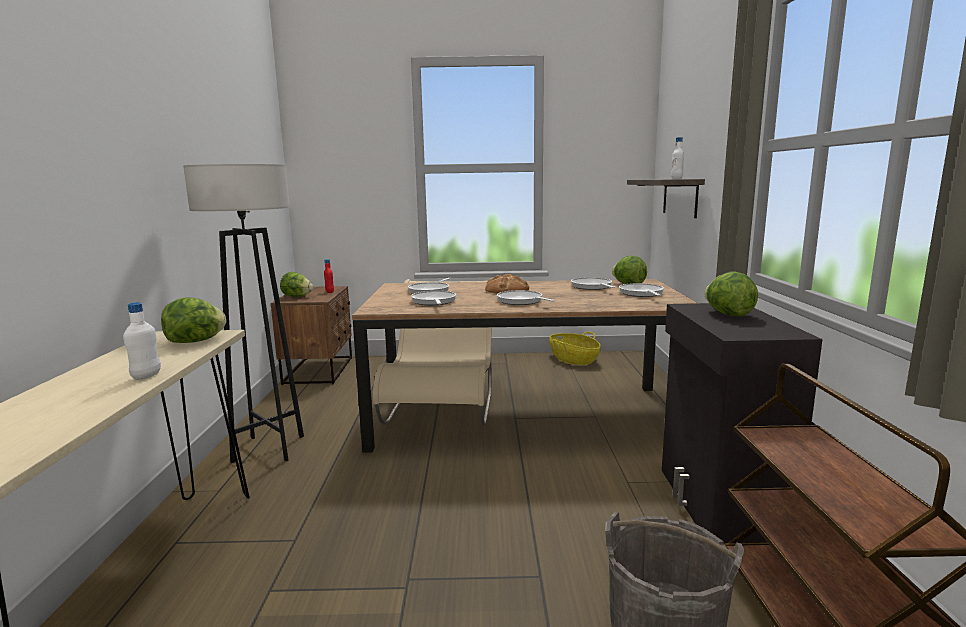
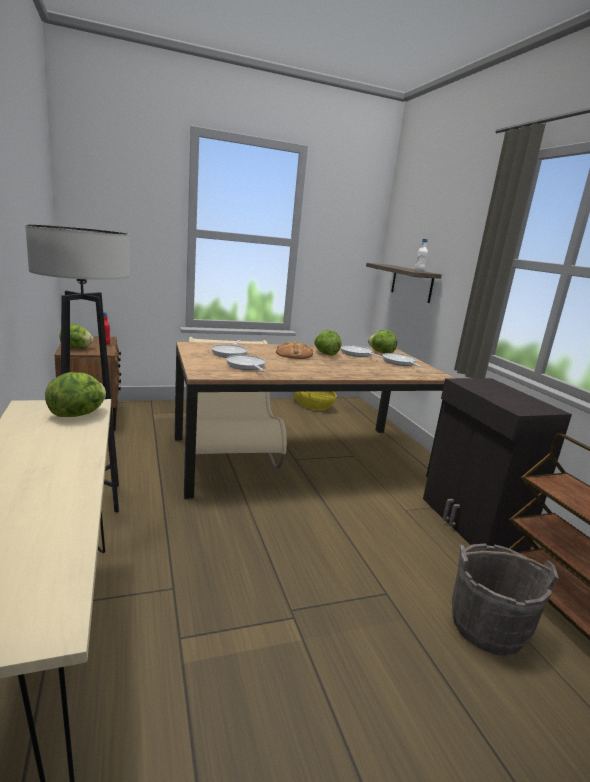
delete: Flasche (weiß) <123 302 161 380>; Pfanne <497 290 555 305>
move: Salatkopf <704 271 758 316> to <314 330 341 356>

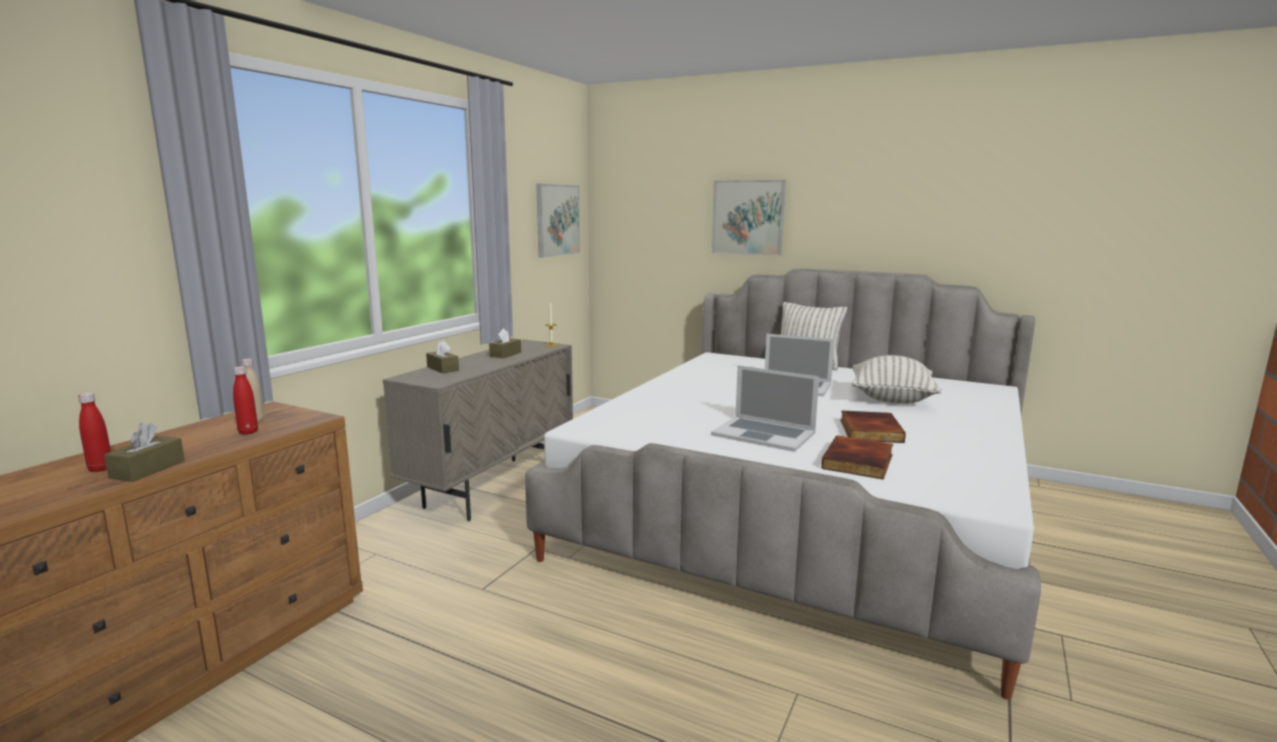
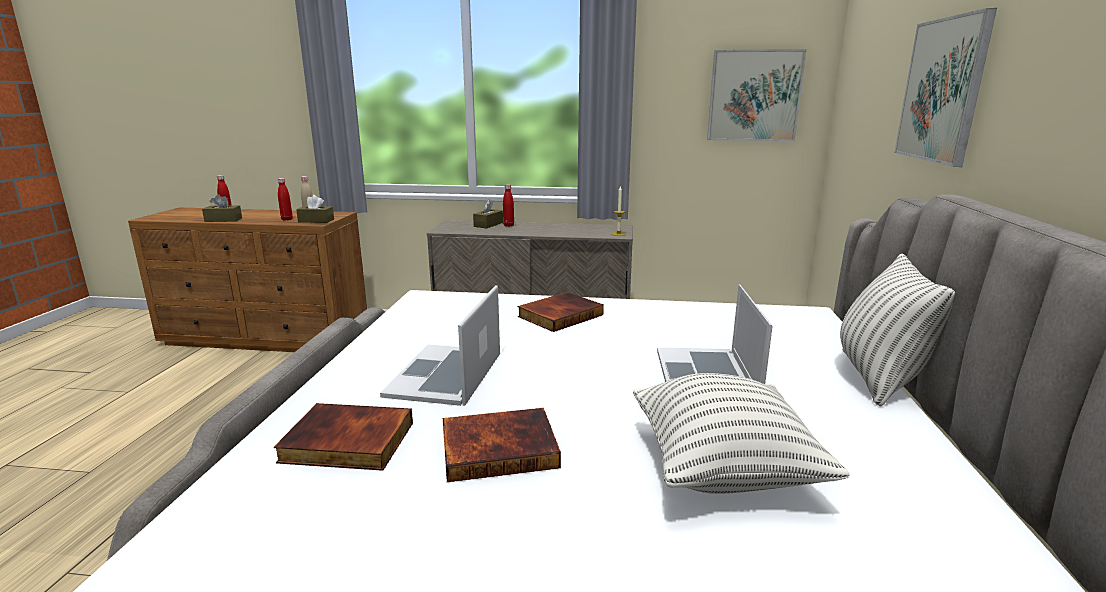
insert: Flasche (rot) <503 184 514 227>; Buch <518 292 604 332>
move: Taschentuchbox (braun) <489 328 521 358> to <296 195 334 223>

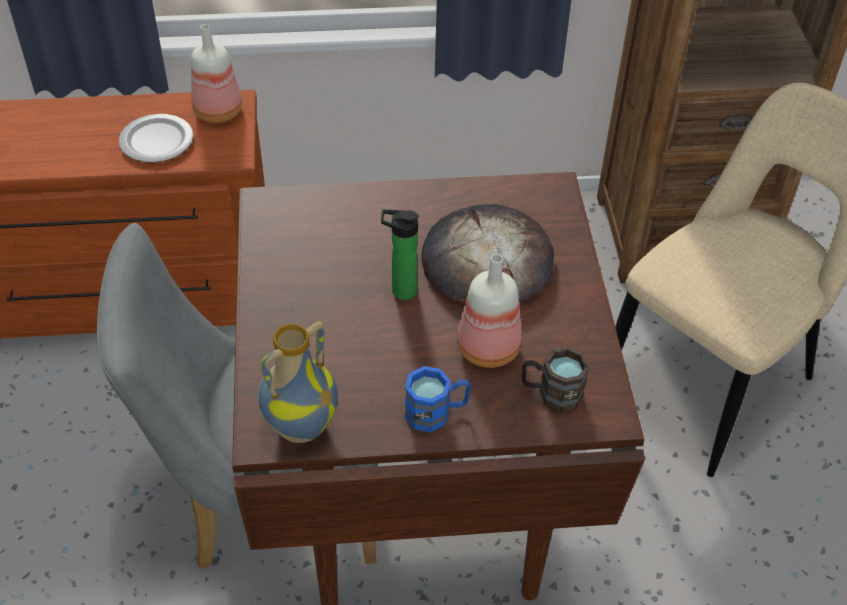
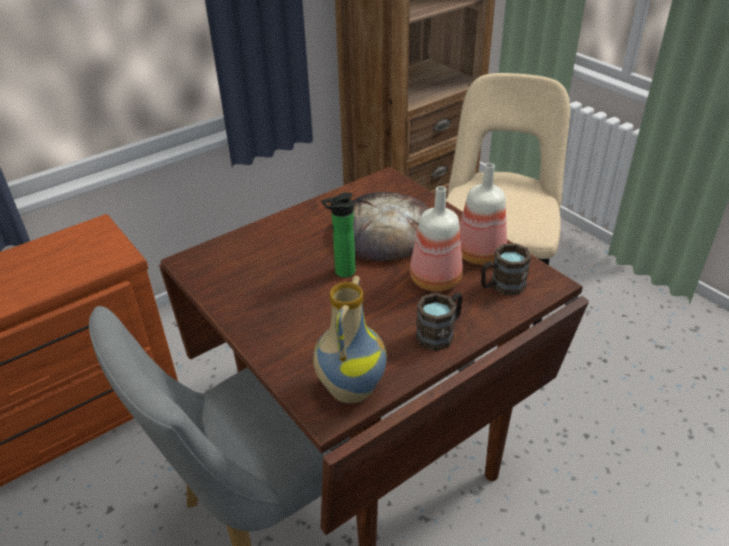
delete: Teller <119 114 193 163>
move: Flasche <191 24 242 123> to <460 163 507 265>
recolor: Henkelbecher (blau) <405 366 471 433> to Henkelbecher (braun) <416 293 463 351>

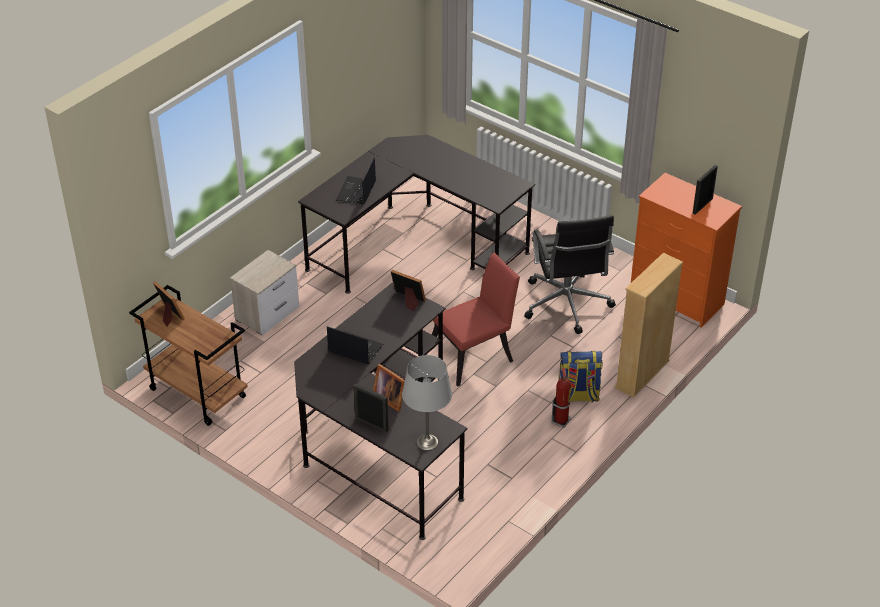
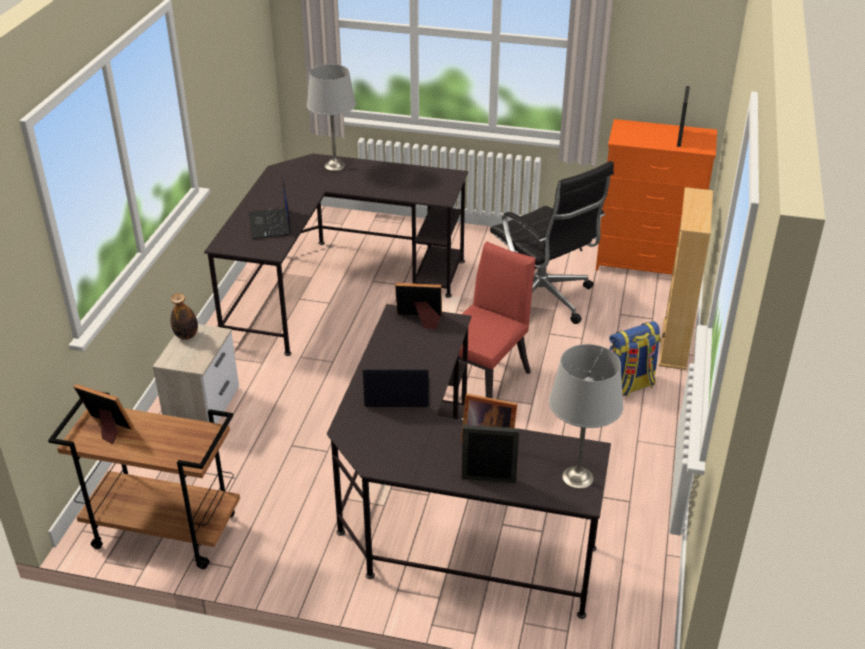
delete: Feuerlöscher <551 368 571 428>
insert: Flasche <171 293 198 340>; Tischlampe (grau) <307 64 356 171>

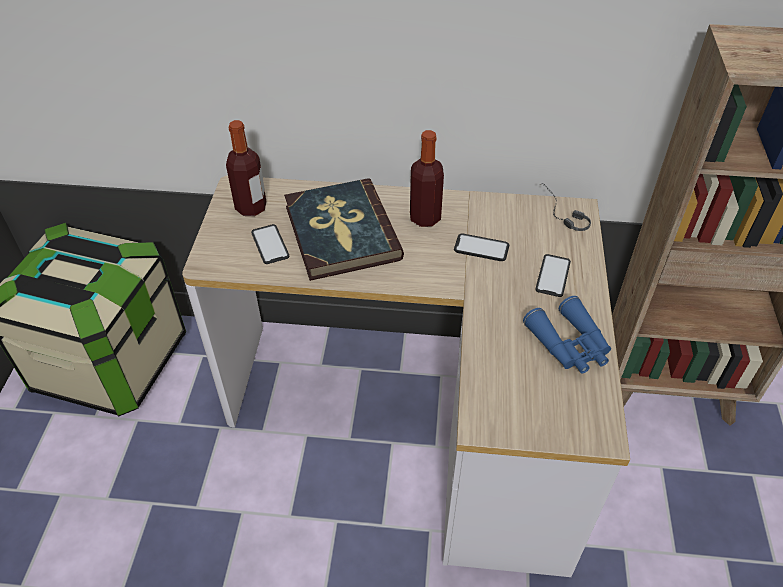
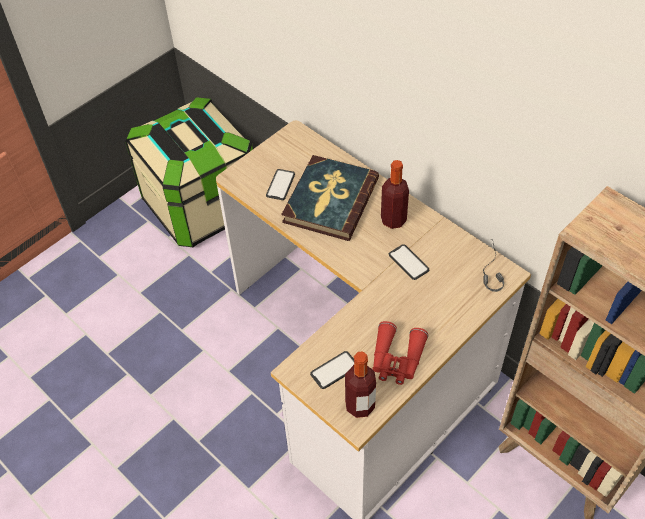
move: Flasche <226 120 266 216> to <345 351 376 418>; Handy <535 254 571 297> to <310 351 354 389>
recolor: Fernglas (blau) <523 296 611 374> to Fernglas (rot) <372 321 428 385>

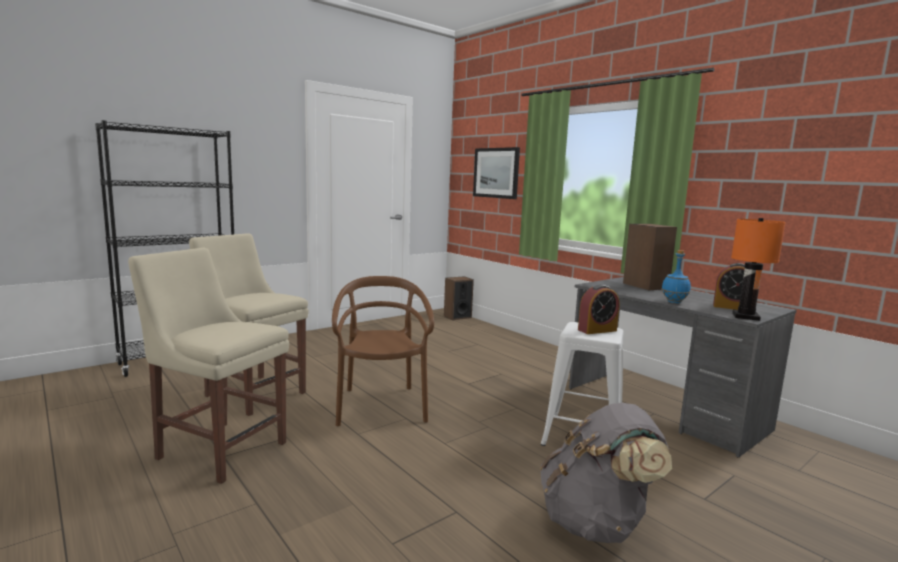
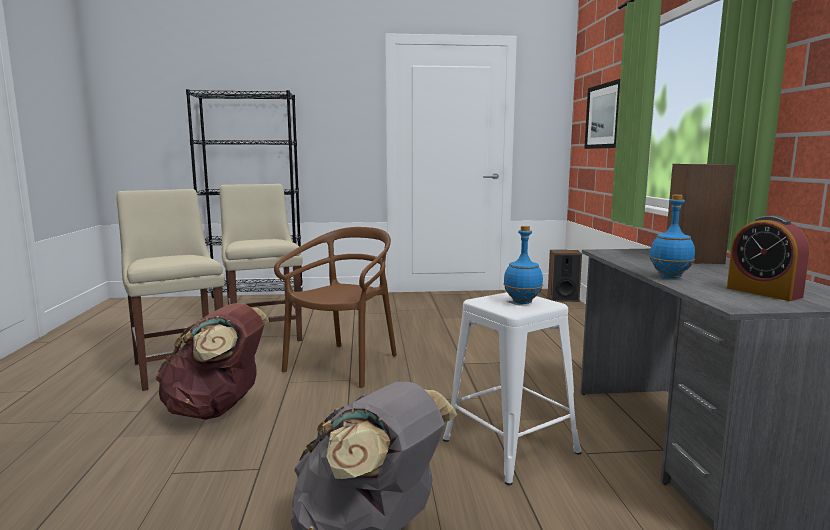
delete: Tischlampe (orange) <731 218 786 321>
insert: Rucksack (braun) <156 303 269 420>
replace: Wecker <578 284 619 334> to Flasche (blau) <503 226 543 304>

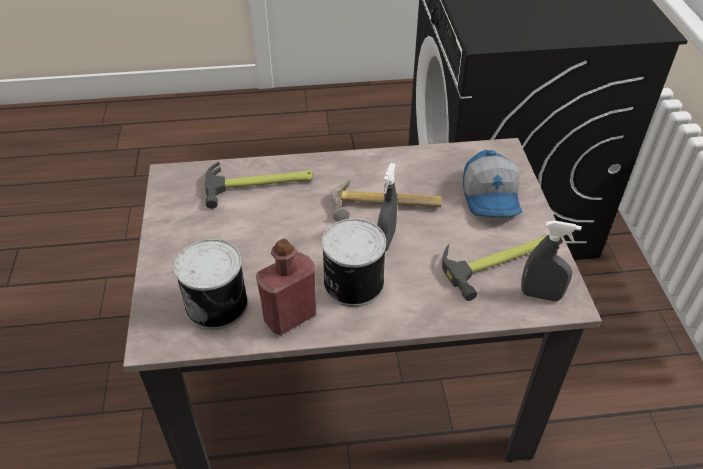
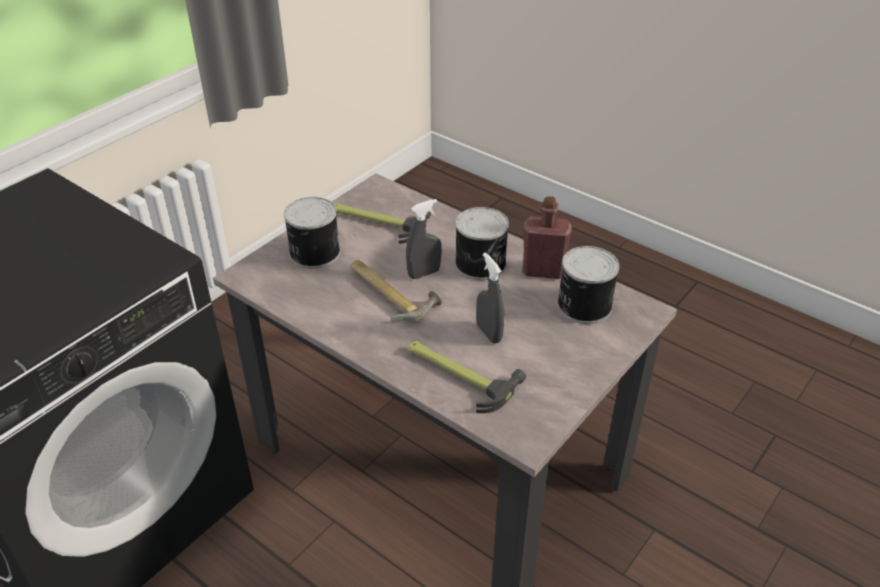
move: Sprühflasche (grau) <521 220 582 301> to <476 253 504 344>
replace: Kappe <463 150 522 218> to Dose <284 197 340 269>

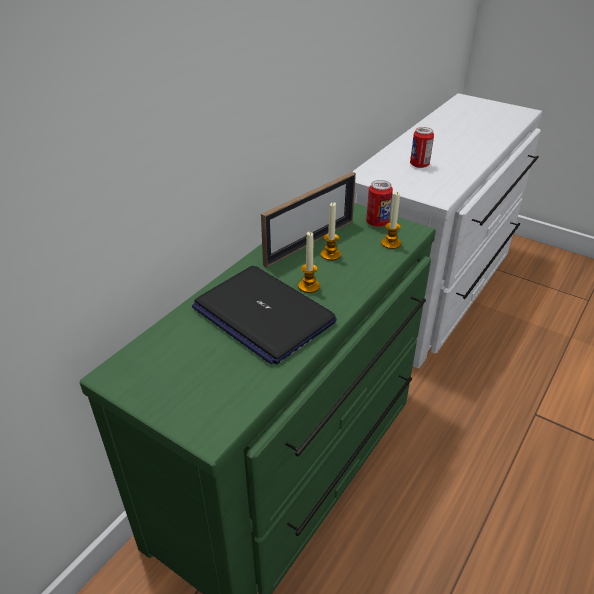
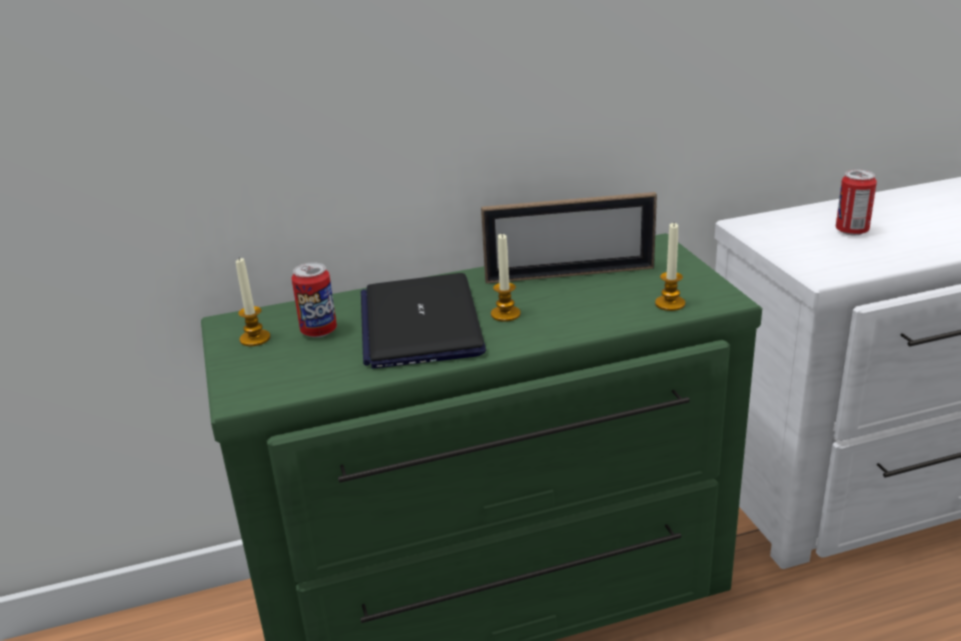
move: Kerze <321 202 341 261> to <236 257 270 346>; Dose <366 180 393 227> to <291 262 337 338>

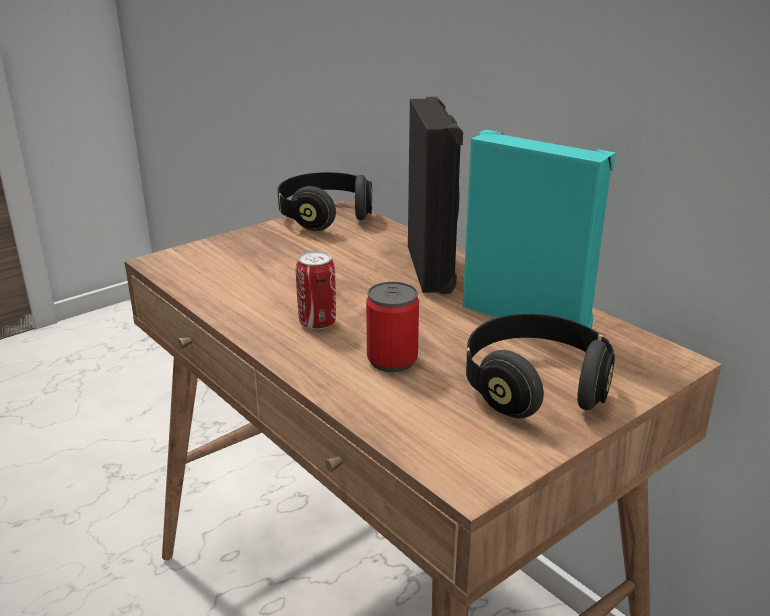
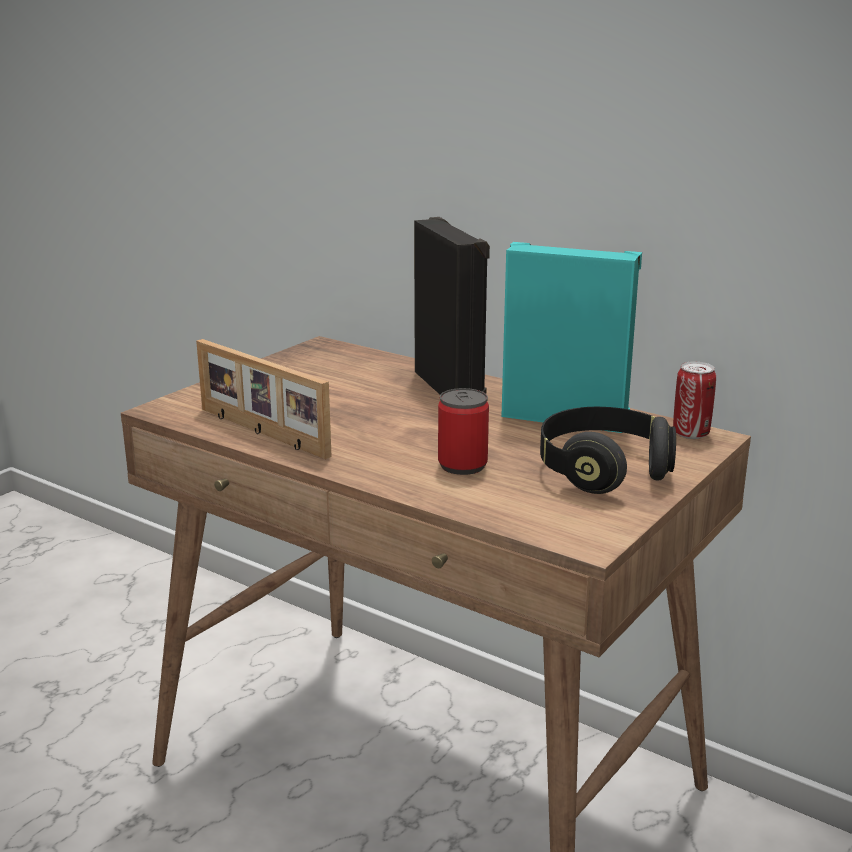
delete: Kopfhörer (schwarz) <278 172 372 231>
insert: Bilderrahmen <196 339 332 459>
move: Dose <296 251 336 330> to <673 362 716 439>

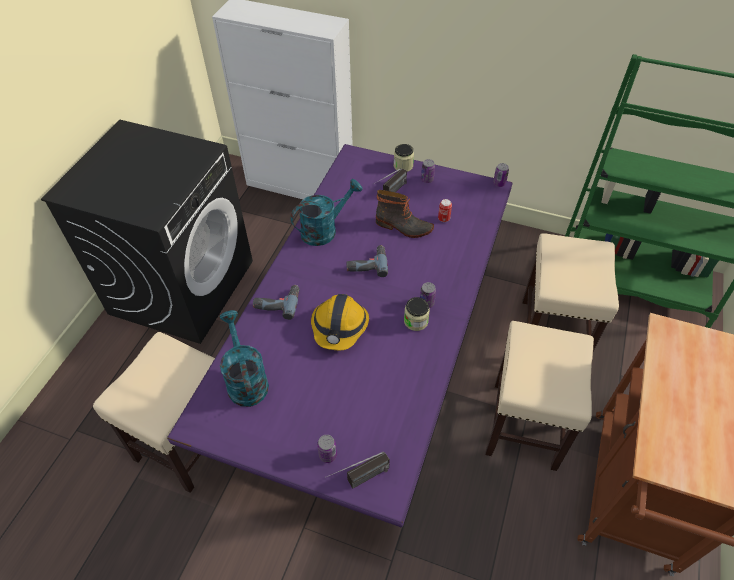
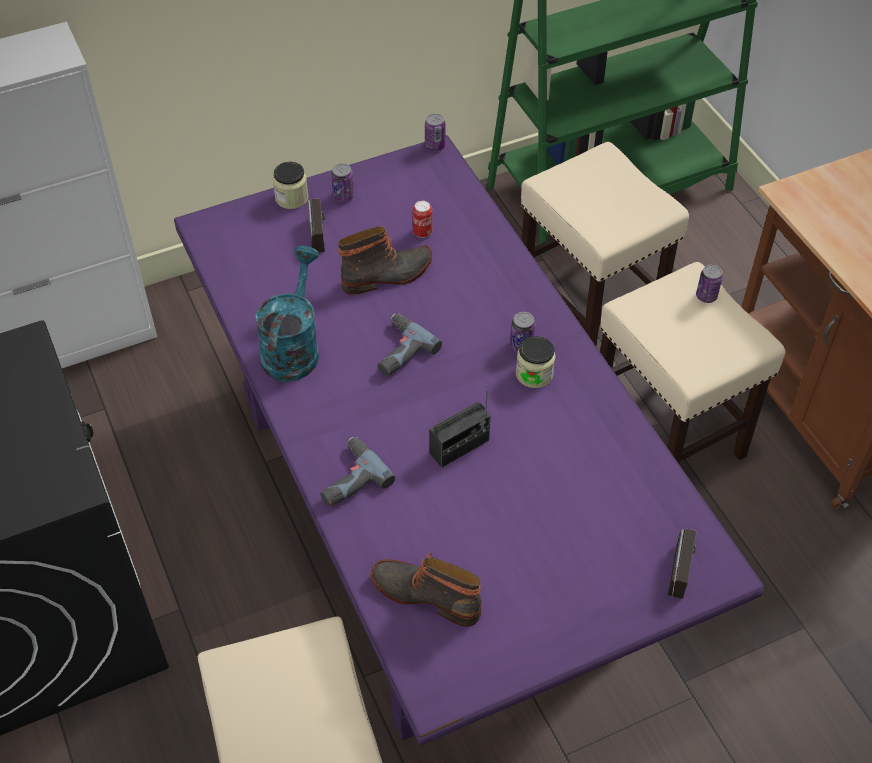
move: Dose <317 435 337 463> to <696 265 723 303>
replace: Gießkanne (türkis) <220 310 269 407> to Stiefel <370 553 482 627>; Schutzhelm <311 294 369 350> to Radio <429 385 490 468>

